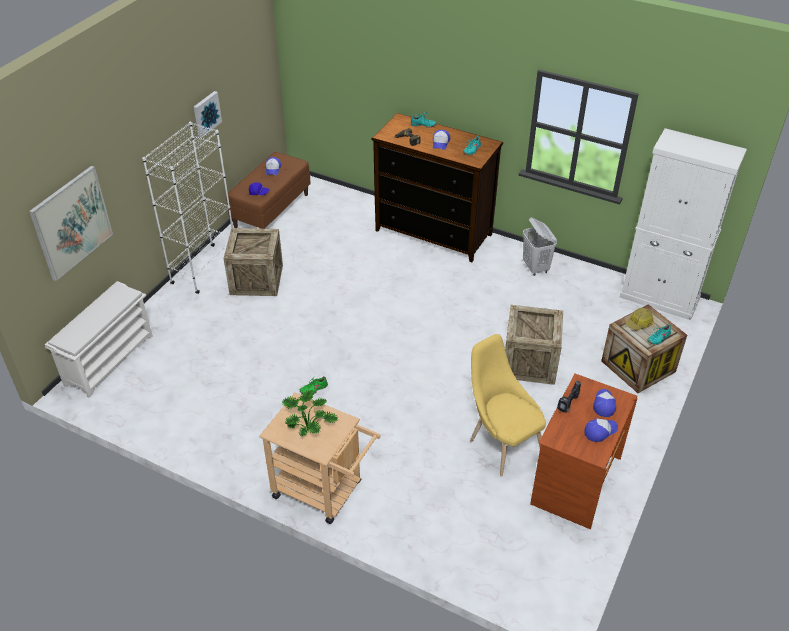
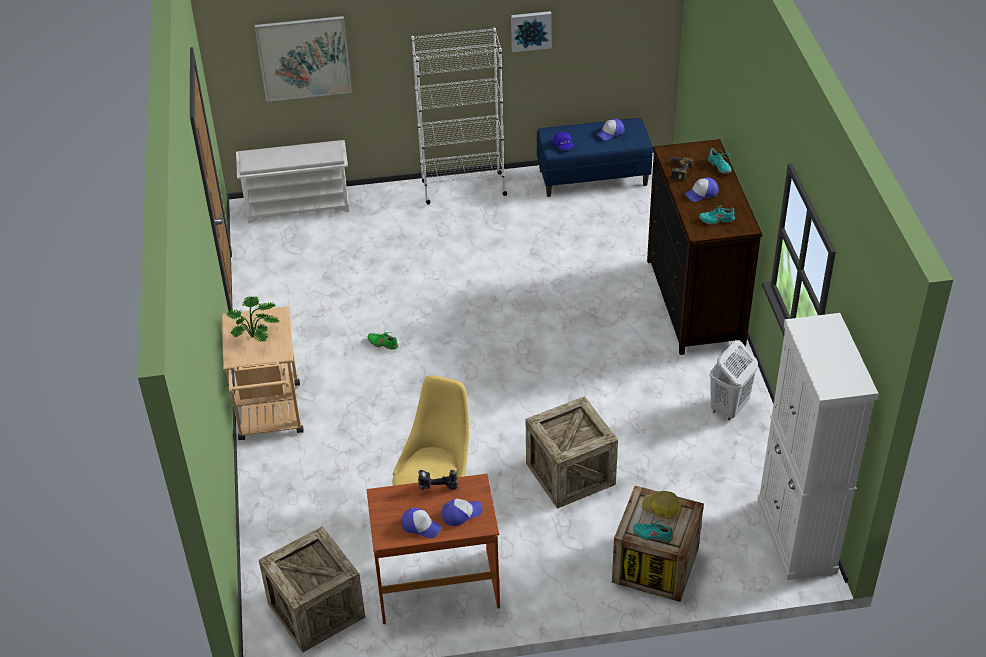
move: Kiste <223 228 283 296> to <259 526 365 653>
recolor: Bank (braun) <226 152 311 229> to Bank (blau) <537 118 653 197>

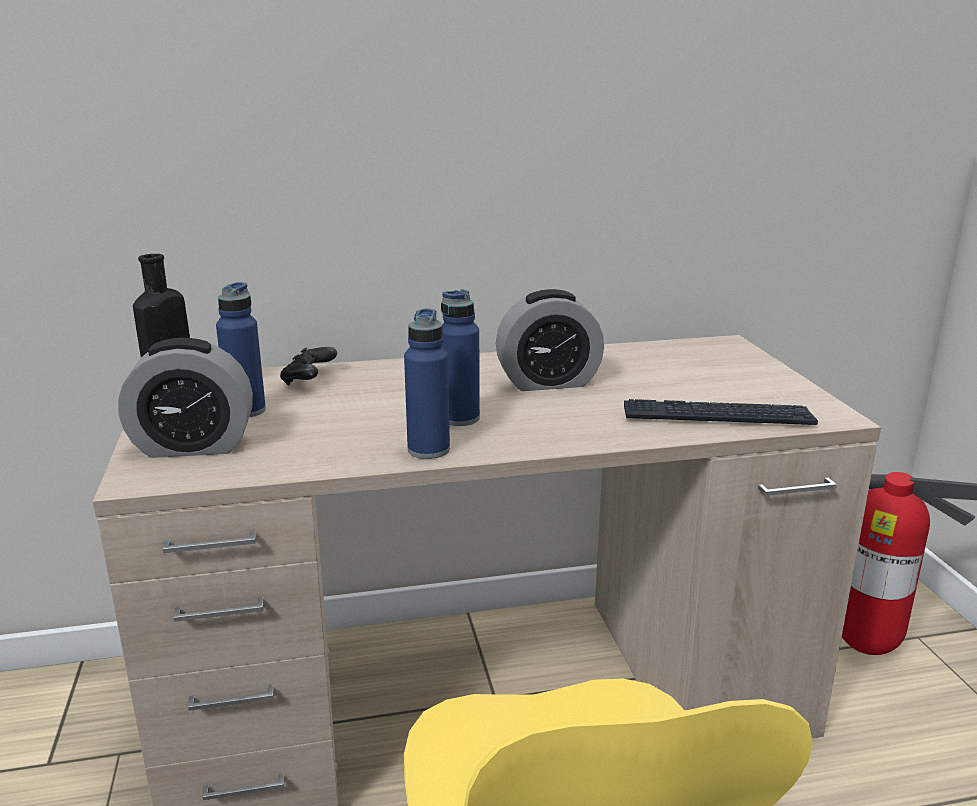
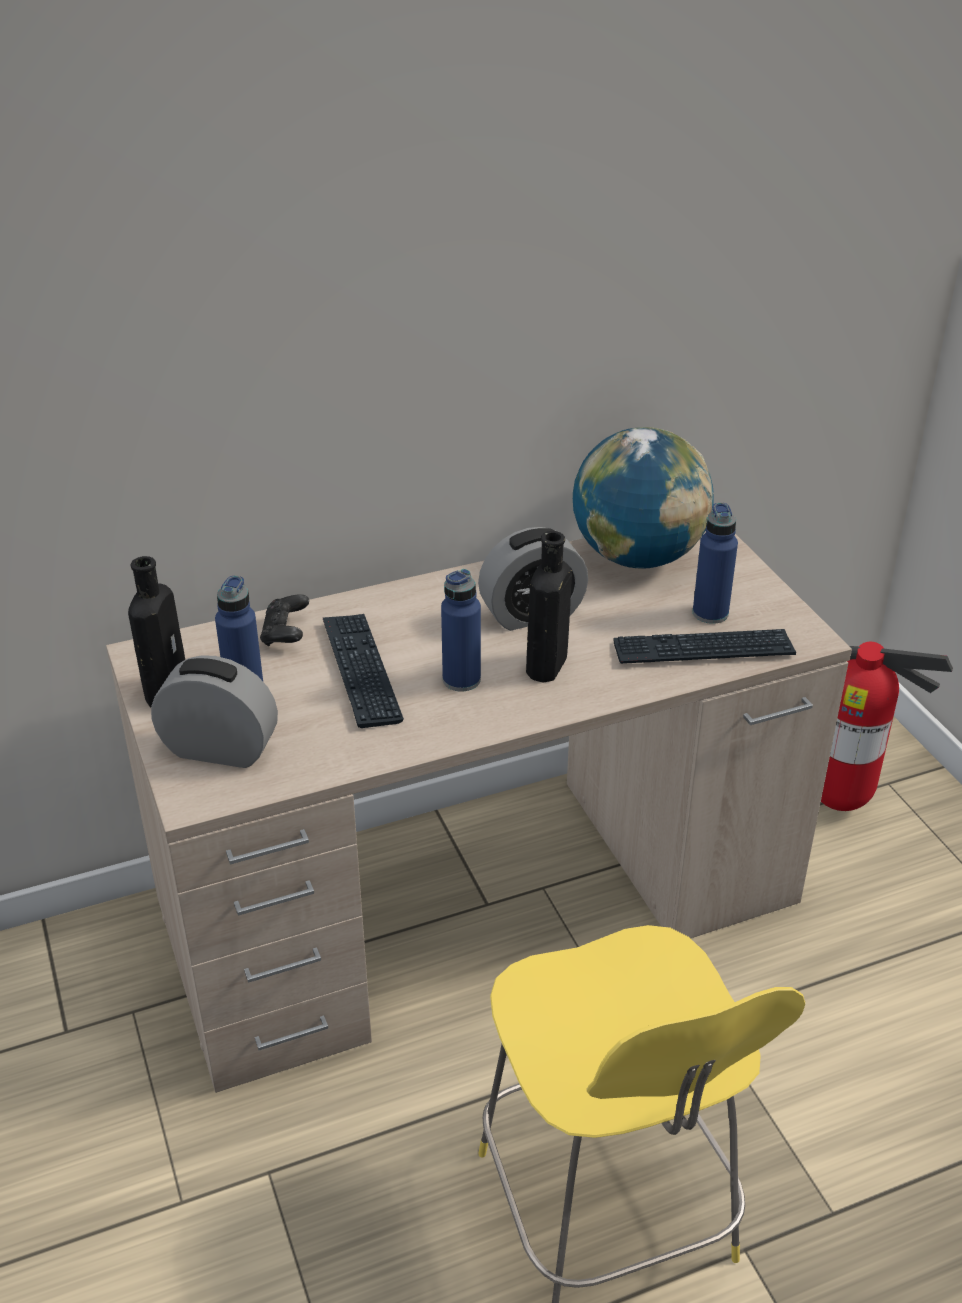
insert: Tastatur <323 614 404 728>; Flasche (schwarz) <526 531 572 683>; Globus <573 427 714 569>
move: Flasche (blau) <404 308 450 459> to <693 503 738 624>
rotate: Wecker <118 338 253 458> = <151 655 278 768> 150 degrees counterclockwise

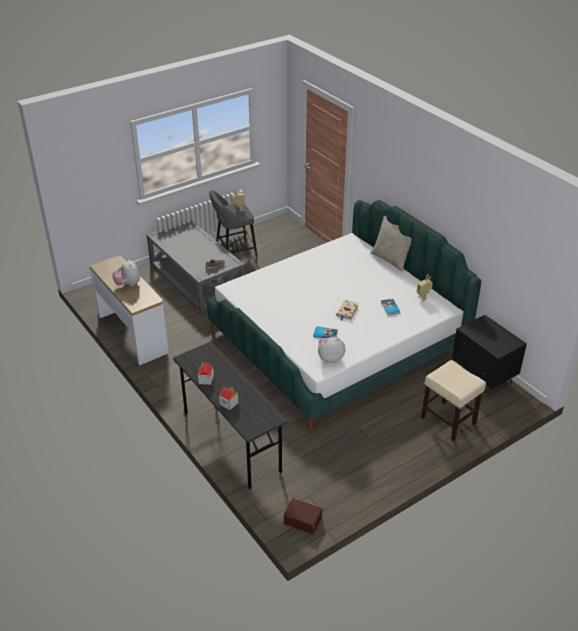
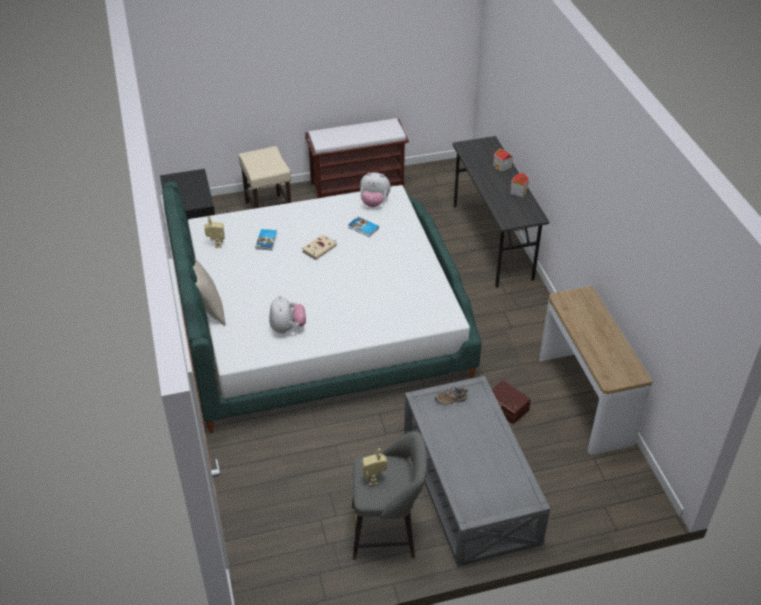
insert: Bank (braun) <305 118 409 198>
move: Plüschtier <113 259 140 286> to <269 295 306 334>; Aufbewahrungsbox (braun) <284 498 322 534> to <492 380 531 424>

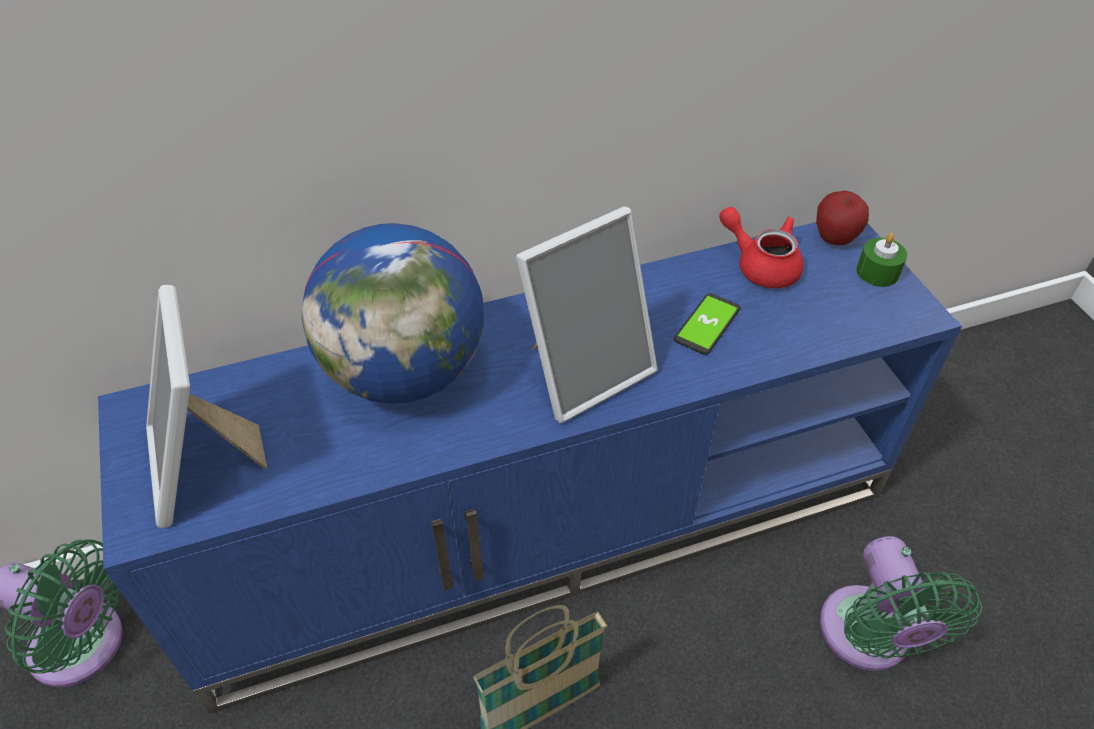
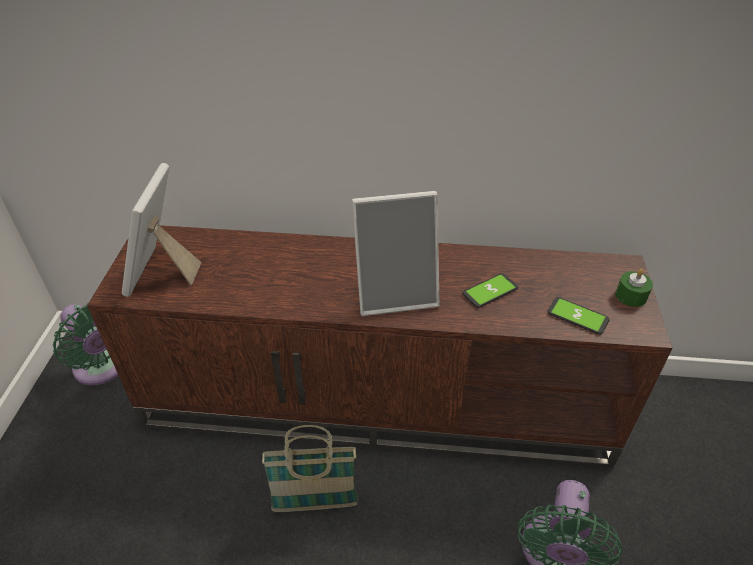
delete: Globus <302 223 484 404>; Teekanne (rot) <719 207 804 288>; Apfel <816 190 869 245>
insert: Handy <547 297 610 335>
recolor: Fernsehschrank (blau) <98 222 962 713> to Fernsehschrank (braun) <87 225 673 468>

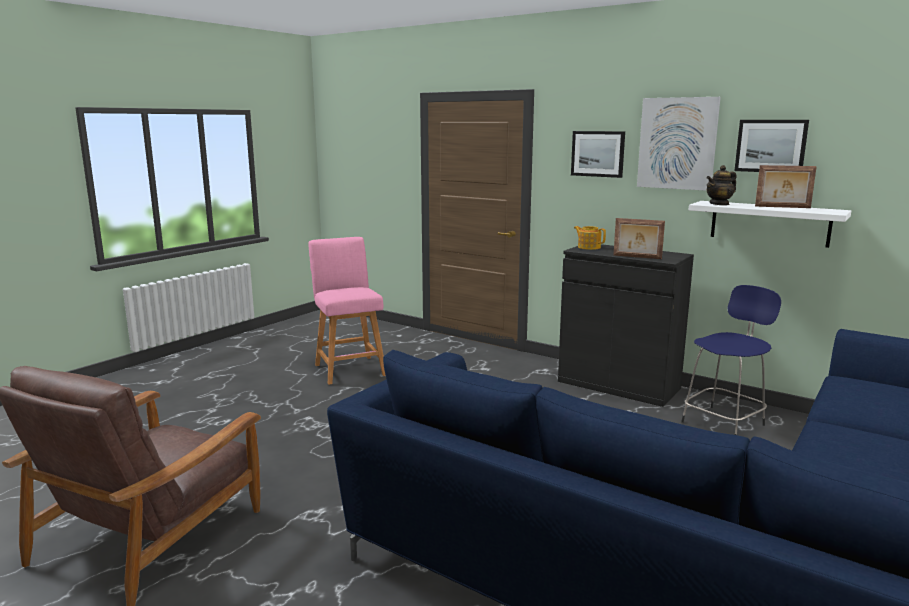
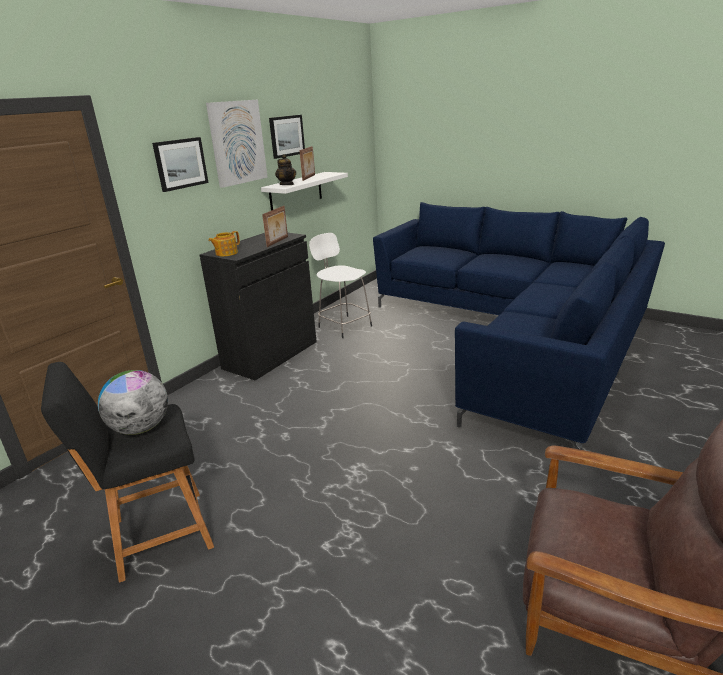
insert: Globus <98 370 168 435>
recolor: Hocker (rosa) <308 237 386 385> to Hocker (schwarz) <41 362 214 583>; Hocker (blau) <681 285 781 435> to Hocker (weiß) <309 233 372 338>

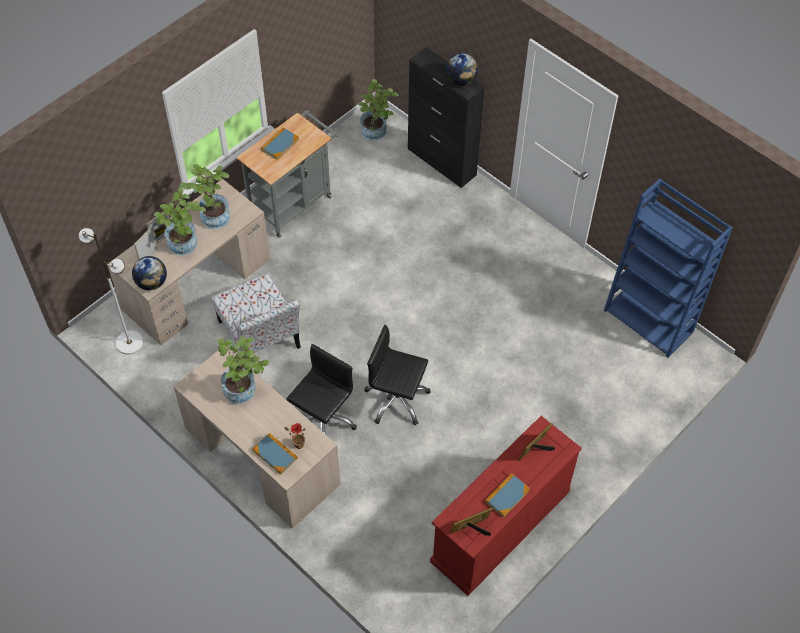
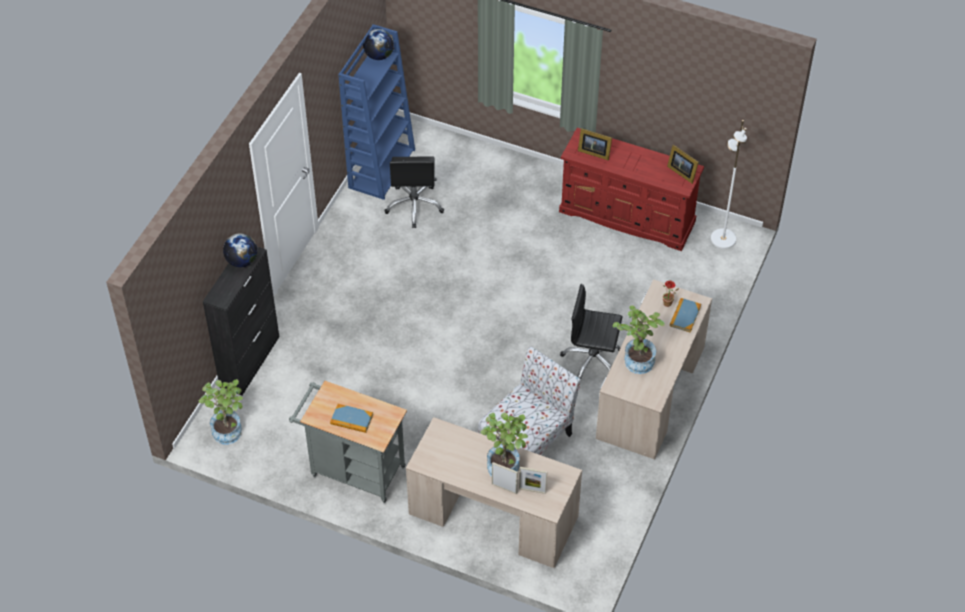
delete: Topfpflanze <179 164 230 229>; Buch <485 473 530 518>
move: Stehlampe (weiß) <79 228 143 355> to <711 120 747 249>; Globus <132 256 167 290> to <363 29 394 60>; Bürostuhl (schwarz) <364 325 431 425> to <384 156 444 228>

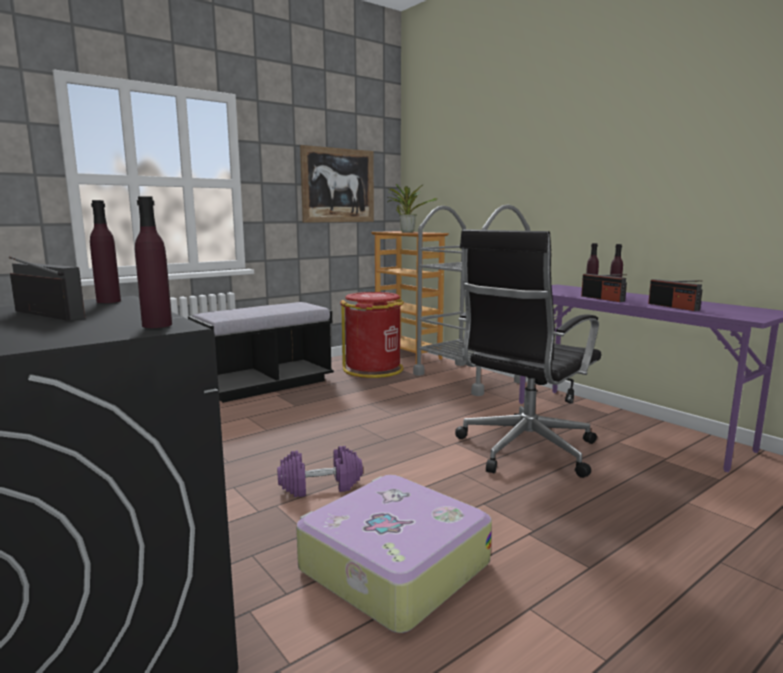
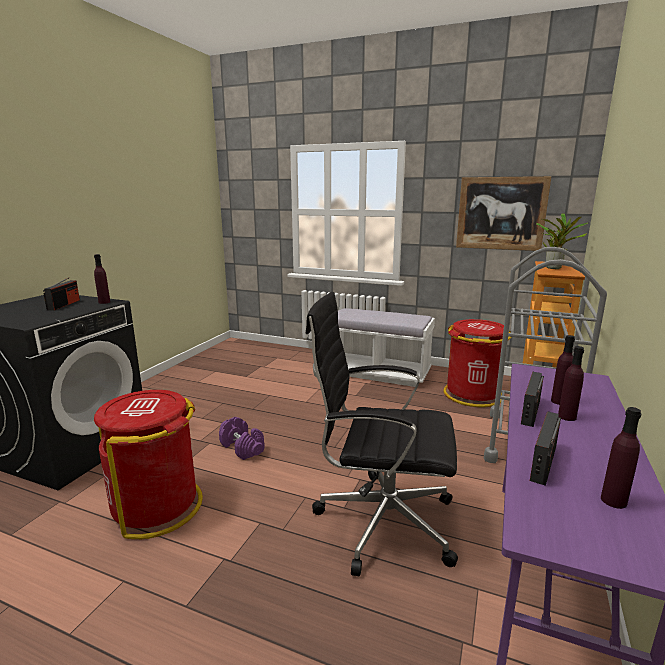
move: Flasche (lila) <135 196 172 328> to <601 407 641 509>
replace: Koffer <296 475 492 633> to Mülleimer (rot) <94 390 203 539>
recolor: Bank (schwarz) <188 302 334 403> to Bank (weiß) <338 308 435 387>

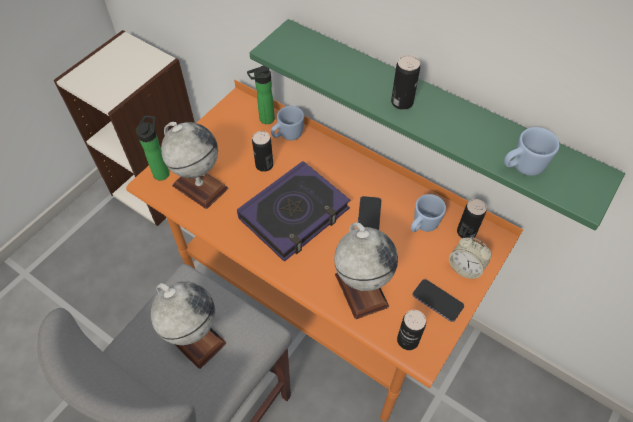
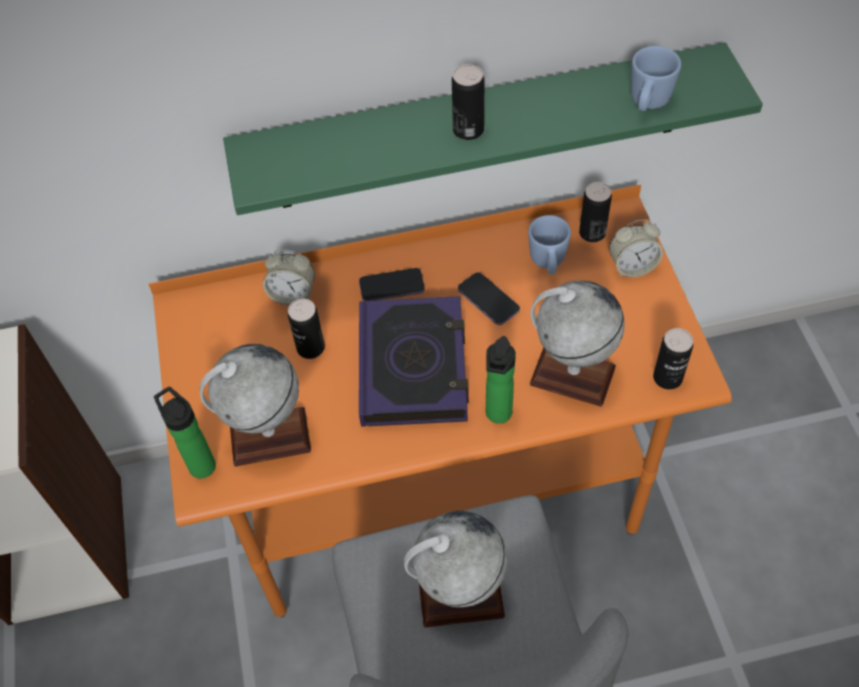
move: Flasche <247 65 275 124> to <486 336 516 424>; Handy <413 279 464 322> to <359 268 425 302>
replace: Henkelbecher (blau) <271 106 304 140> to Wecker <263 249 315 306>

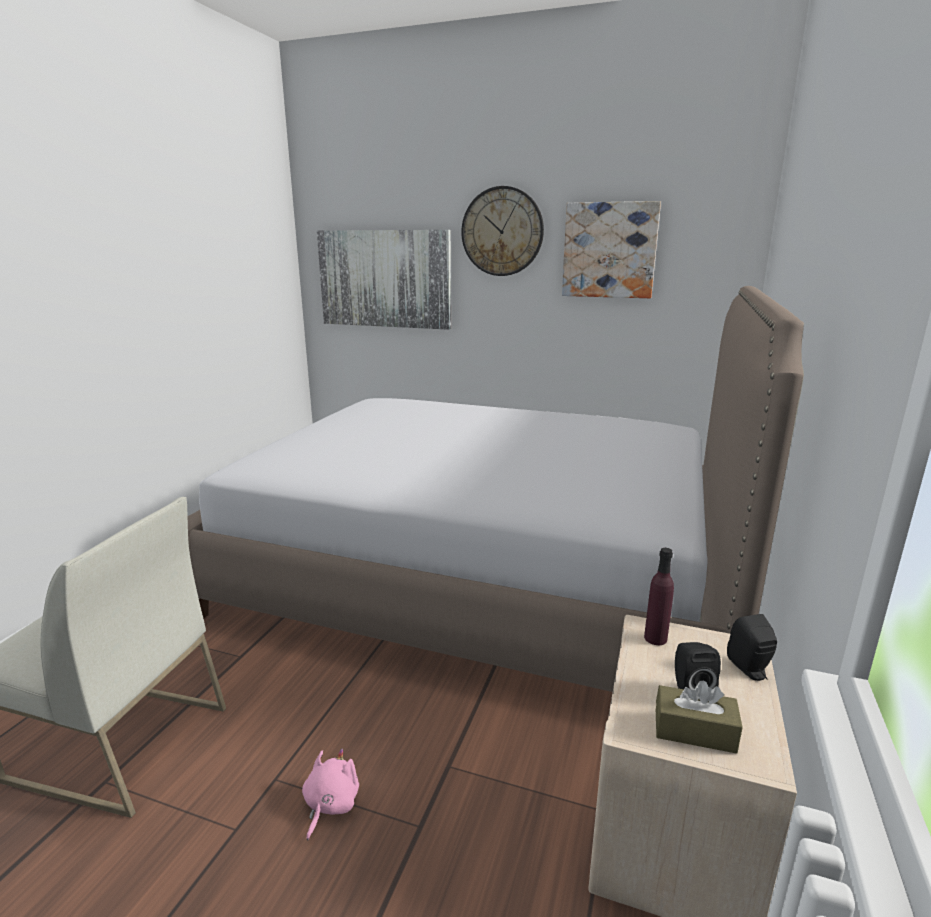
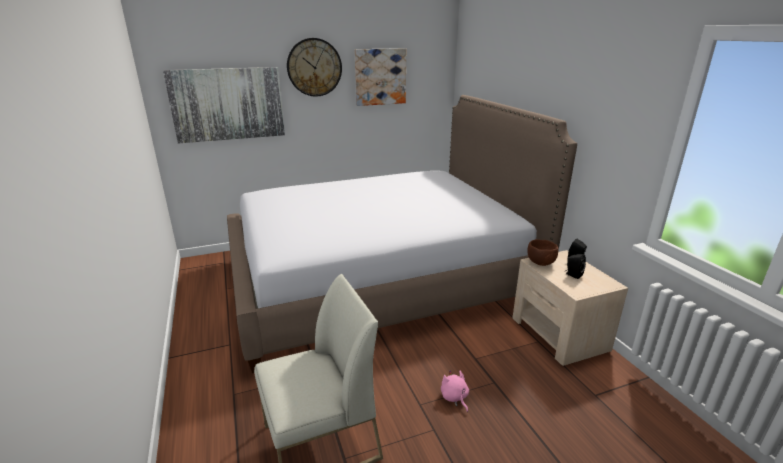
delete: Taschentuchbox (braun) <656 680 743 754>
replace: Flasche (lila) <644 548 674 645> to Schüssel (braun) <527 239 559 266>

